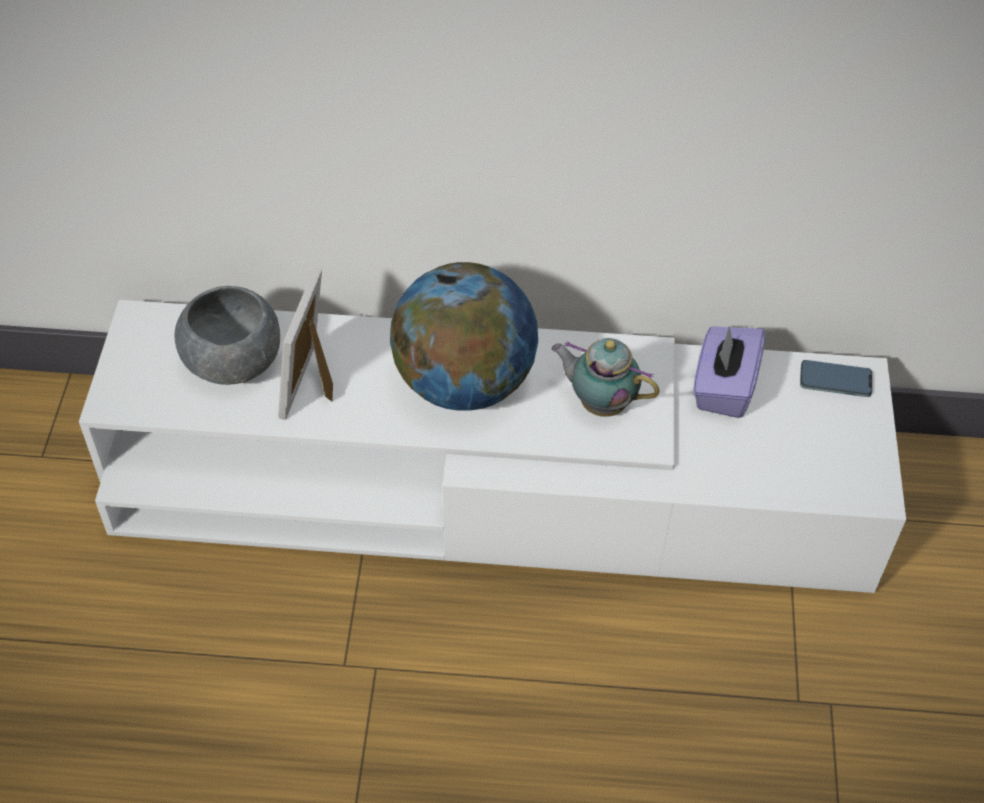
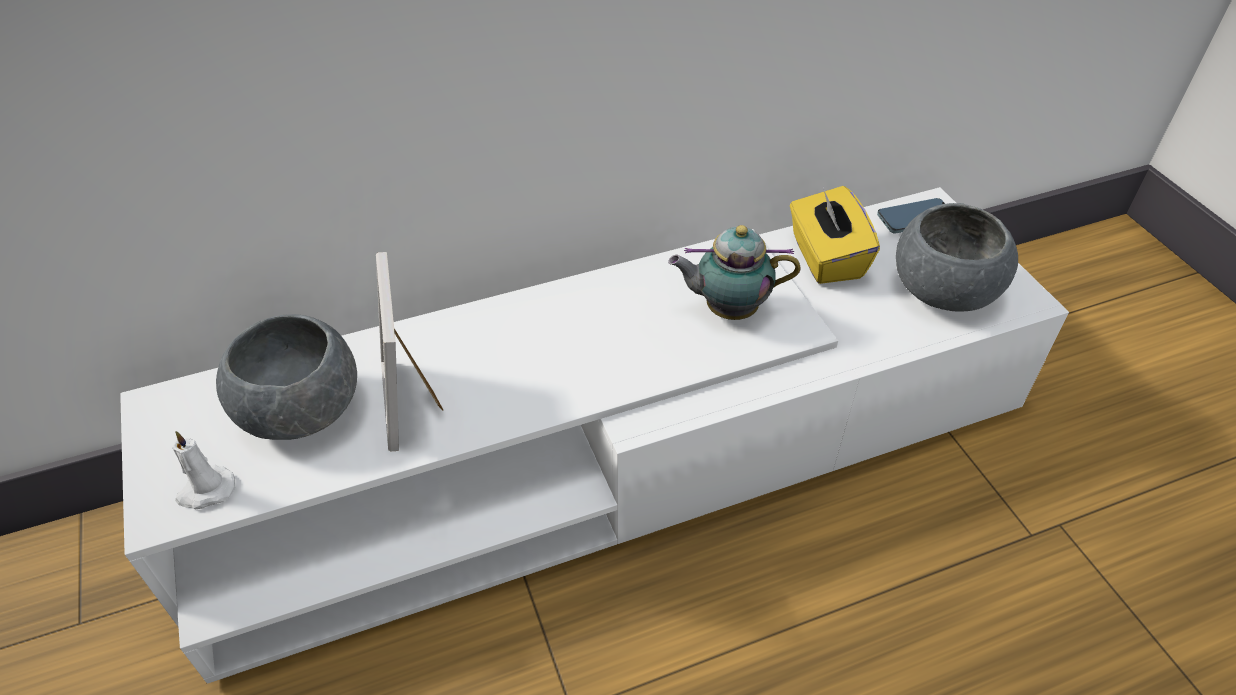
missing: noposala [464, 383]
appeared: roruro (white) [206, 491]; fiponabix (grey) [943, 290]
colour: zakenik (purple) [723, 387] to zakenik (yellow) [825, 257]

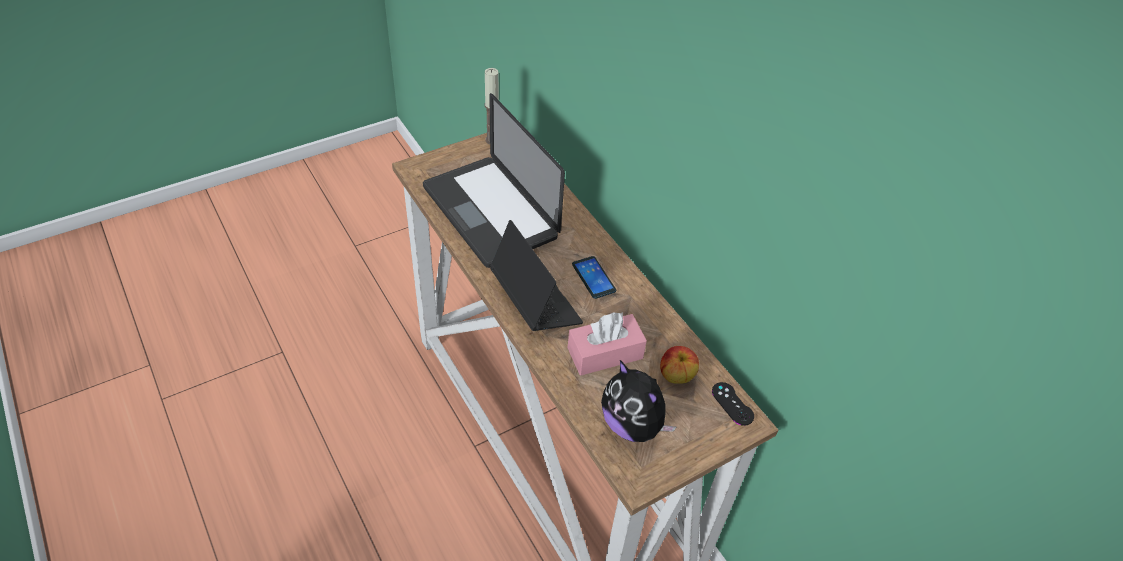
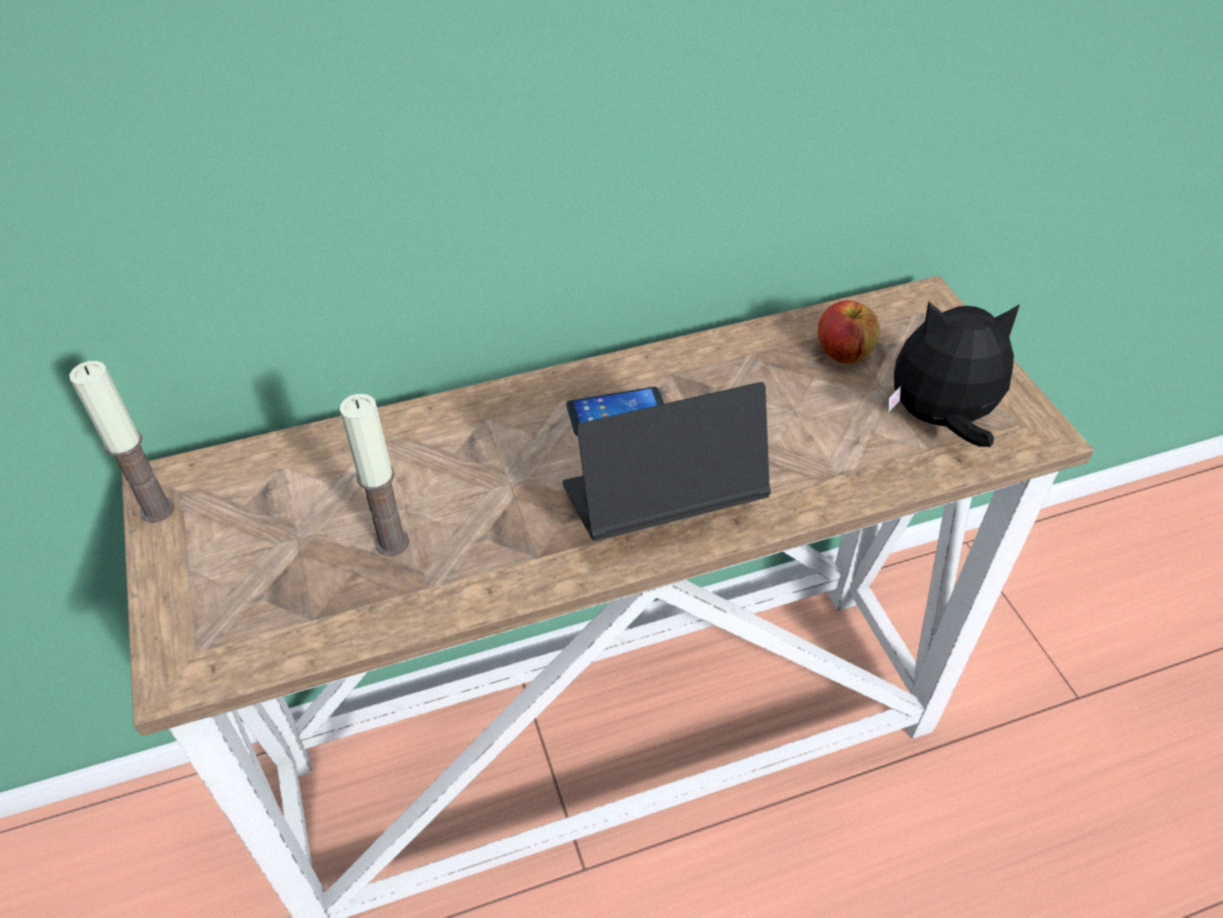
missing: zakenik (pink) [605, 353]; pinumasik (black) [732, 404]
exchanged: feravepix [490, 212] to roruro [392, 542]
spun: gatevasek [633, 425] = [939, 420] 150 degrees counterclockwise

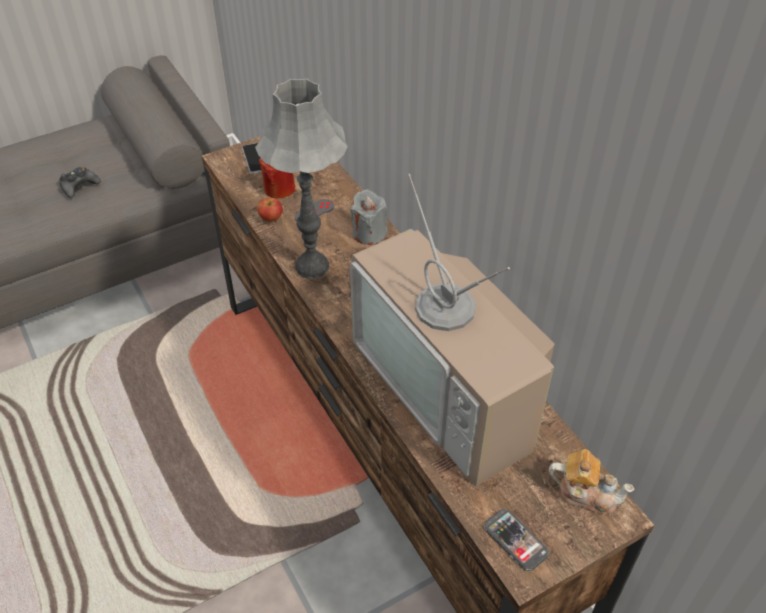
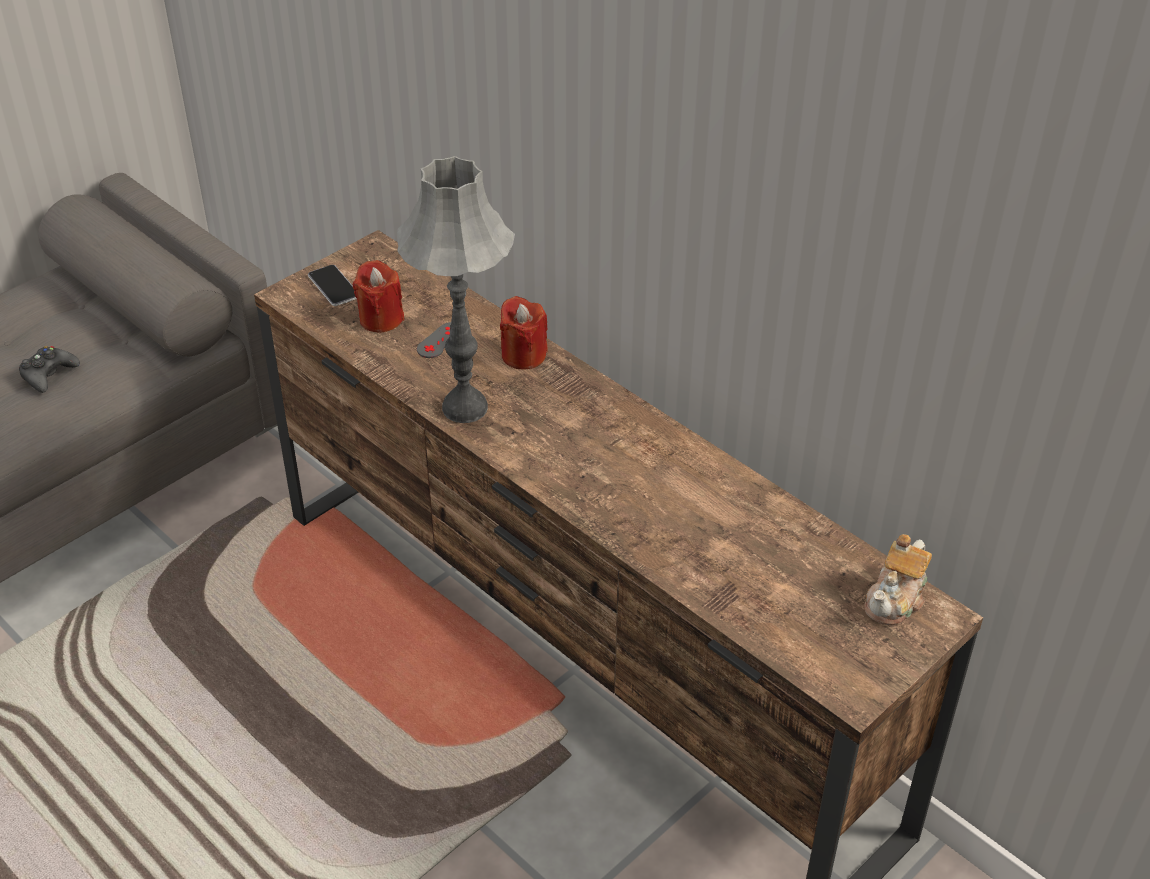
missing: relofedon [271, 218]; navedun [452, 388]; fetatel [515, 540]
colour: roruro (grey) [369, 233] to roruro (red) [523, 355]
spun: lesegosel [586, 493] = [896, 600] 120 degrees clockwise

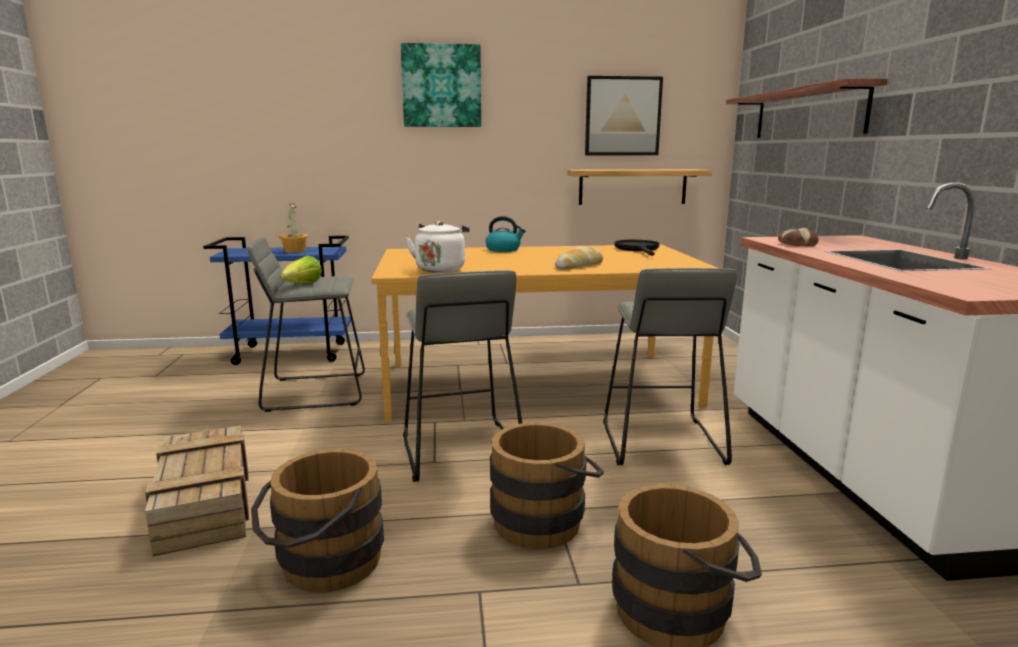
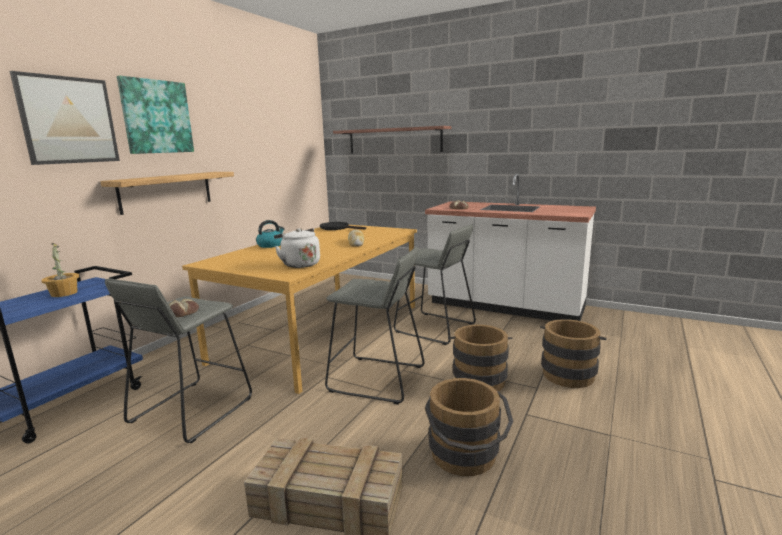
relocated: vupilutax [632, 186] to [166, 191]; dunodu [622, 116] to [68, 120]
exchanged: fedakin [302, 285] to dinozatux [183, 312]

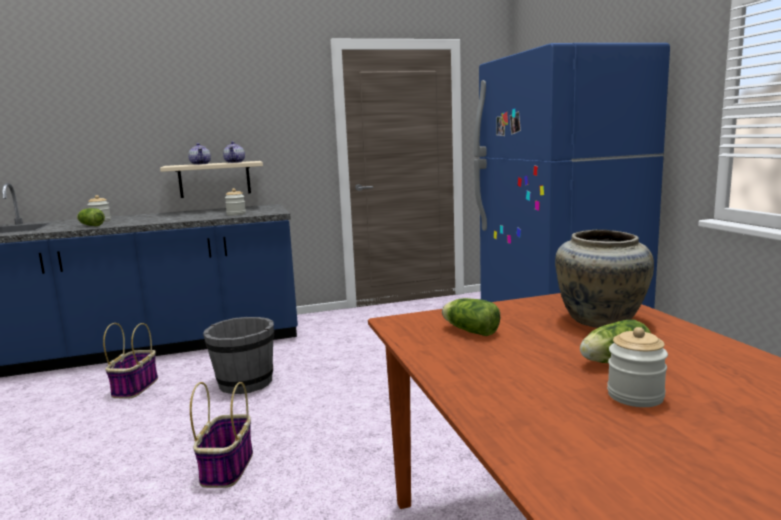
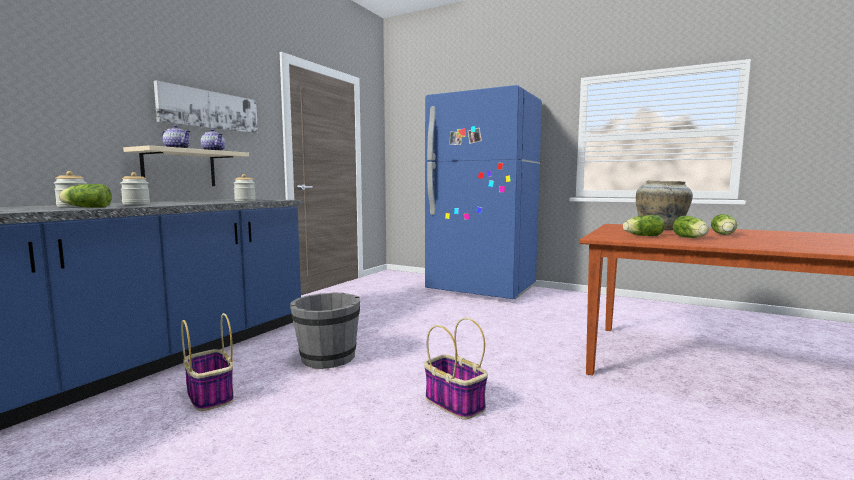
appeared: dunodu [209, 110]; fedakin [691, 238]
relocated: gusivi [635, 396] to [136, 204]

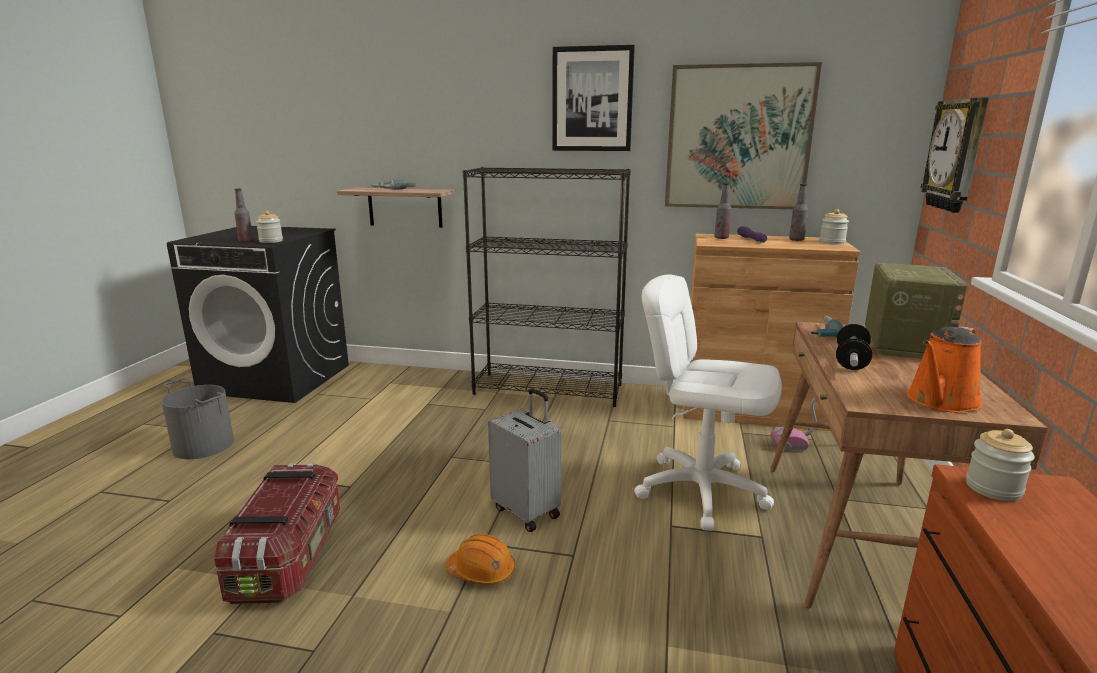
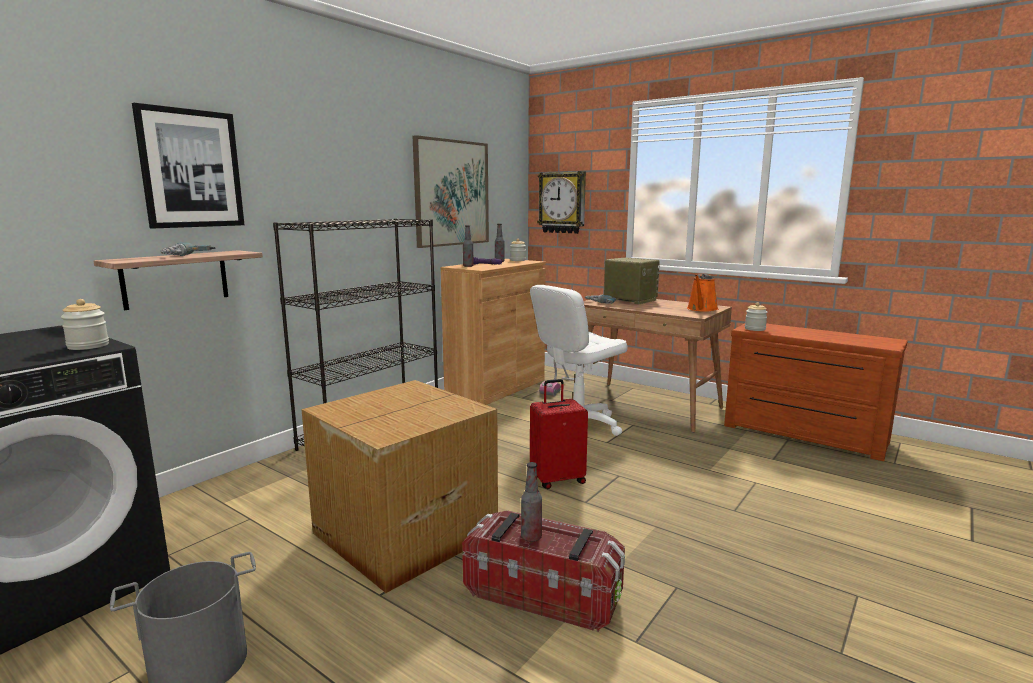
missing: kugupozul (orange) [482, 571]; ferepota [851, 361]
appeared: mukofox [402, 533]
relocated: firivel [246, 241] to [531, 537]; dunodu [592, 99] to [191, 169]
colour: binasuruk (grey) [527, 511] to binasuruk (red) [557, 479]
spun: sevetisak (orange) [940, 402] = [701, 309] 45 degrees clockwise

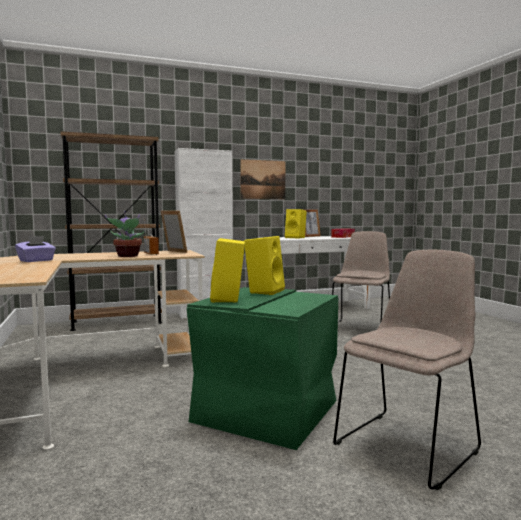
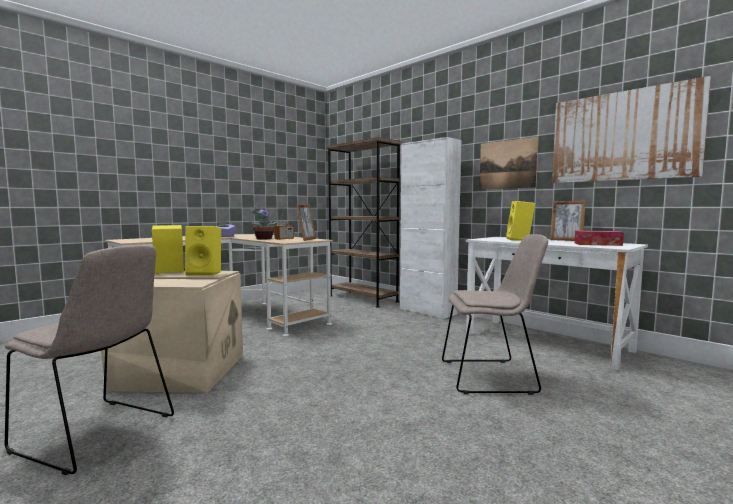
appeared: dunodu [622, 136]
colour: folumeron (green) [268, 410] to folumeron (beige) [182, 372]

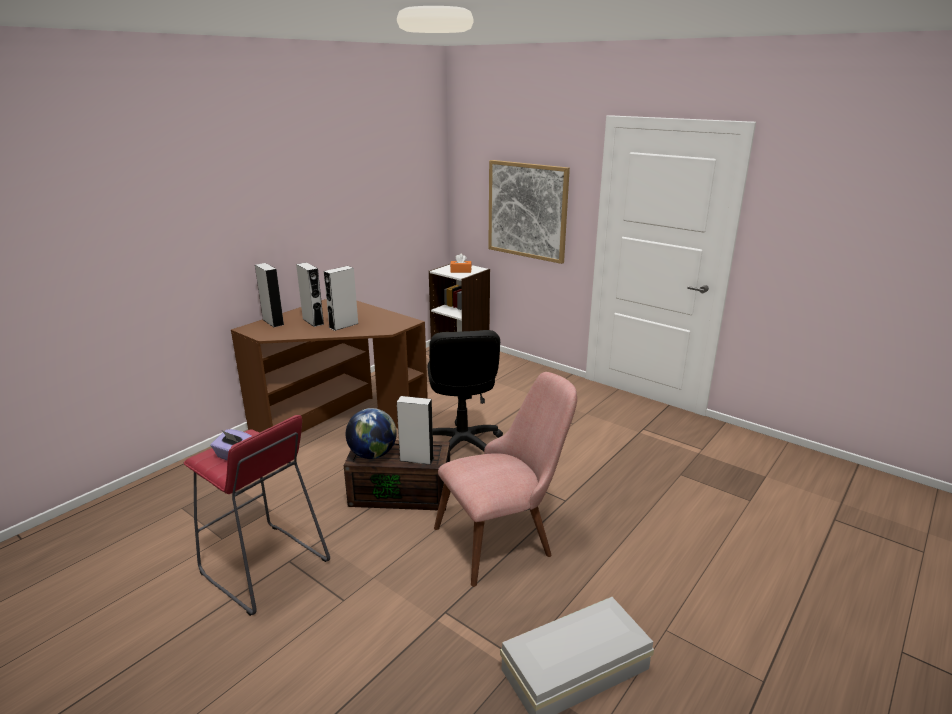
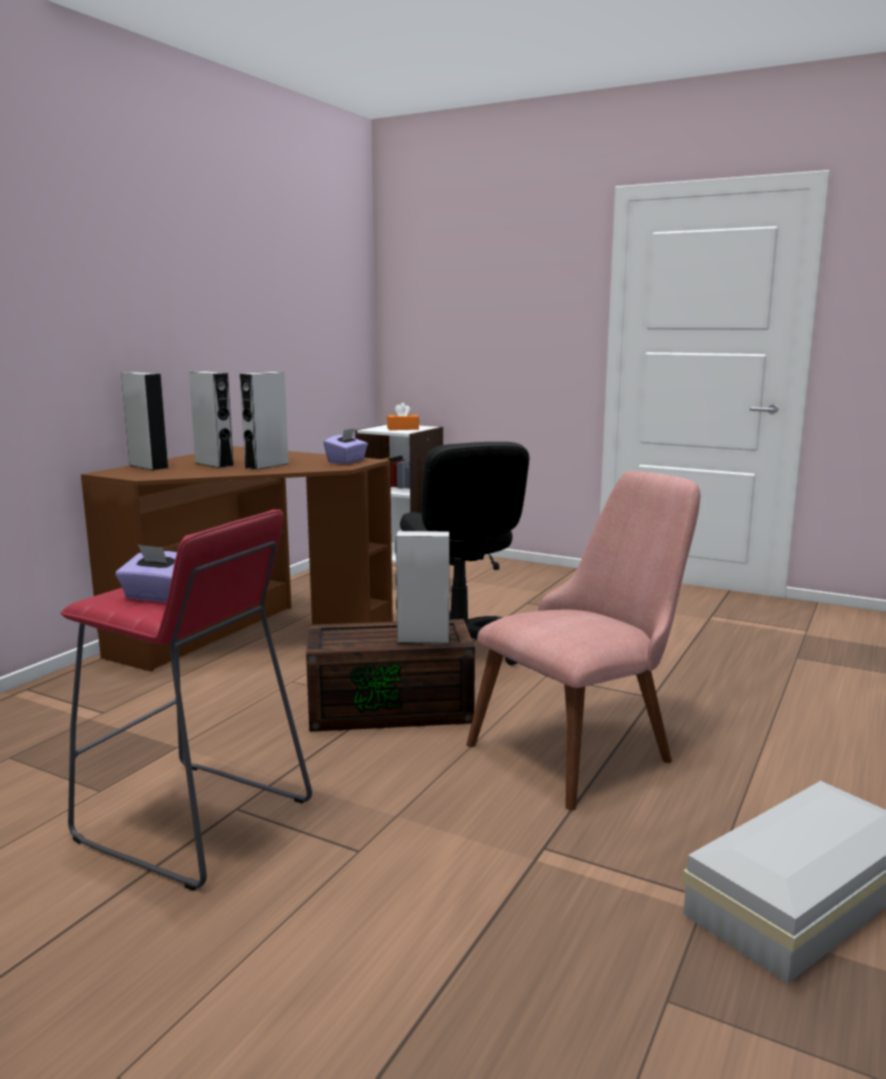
missing: noposala [372, 454]; dunodu [527, 210]
appeared: zakenik (purple) [346, 461]

